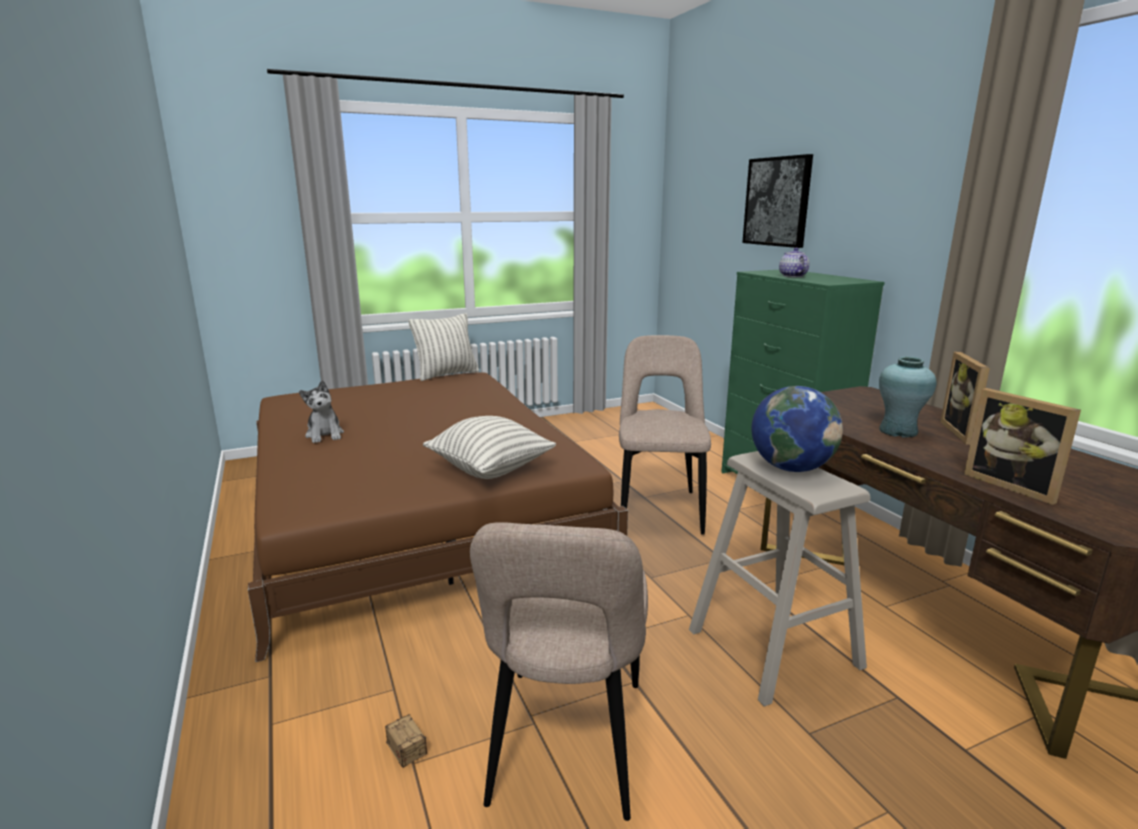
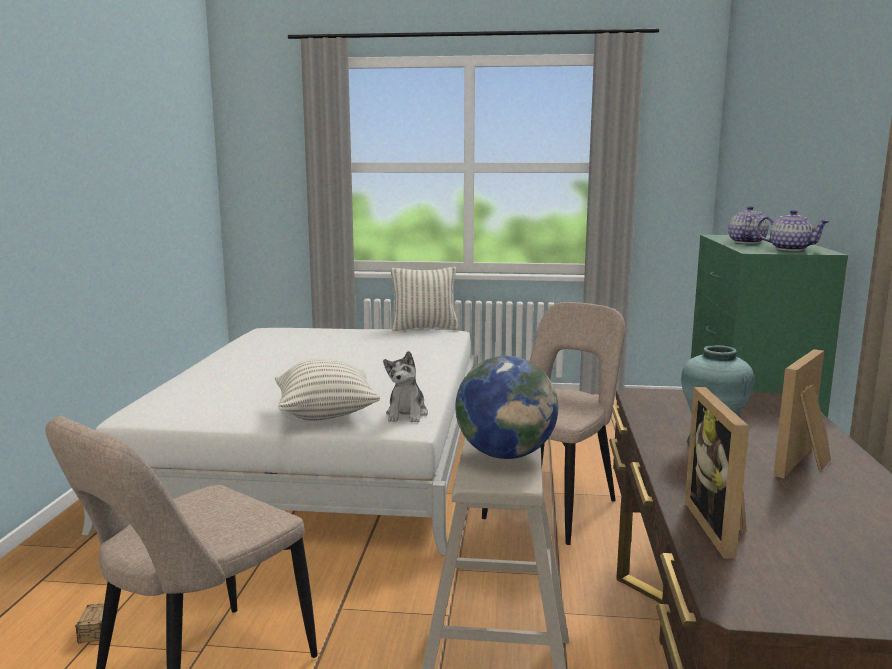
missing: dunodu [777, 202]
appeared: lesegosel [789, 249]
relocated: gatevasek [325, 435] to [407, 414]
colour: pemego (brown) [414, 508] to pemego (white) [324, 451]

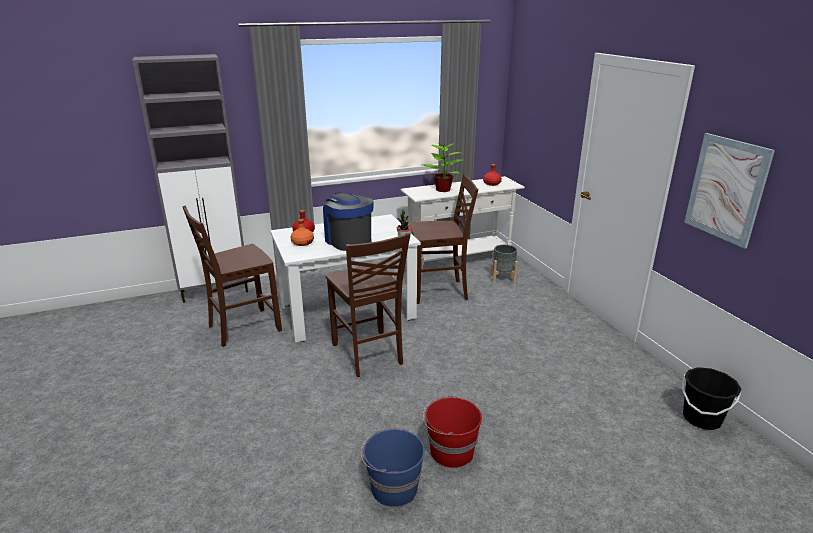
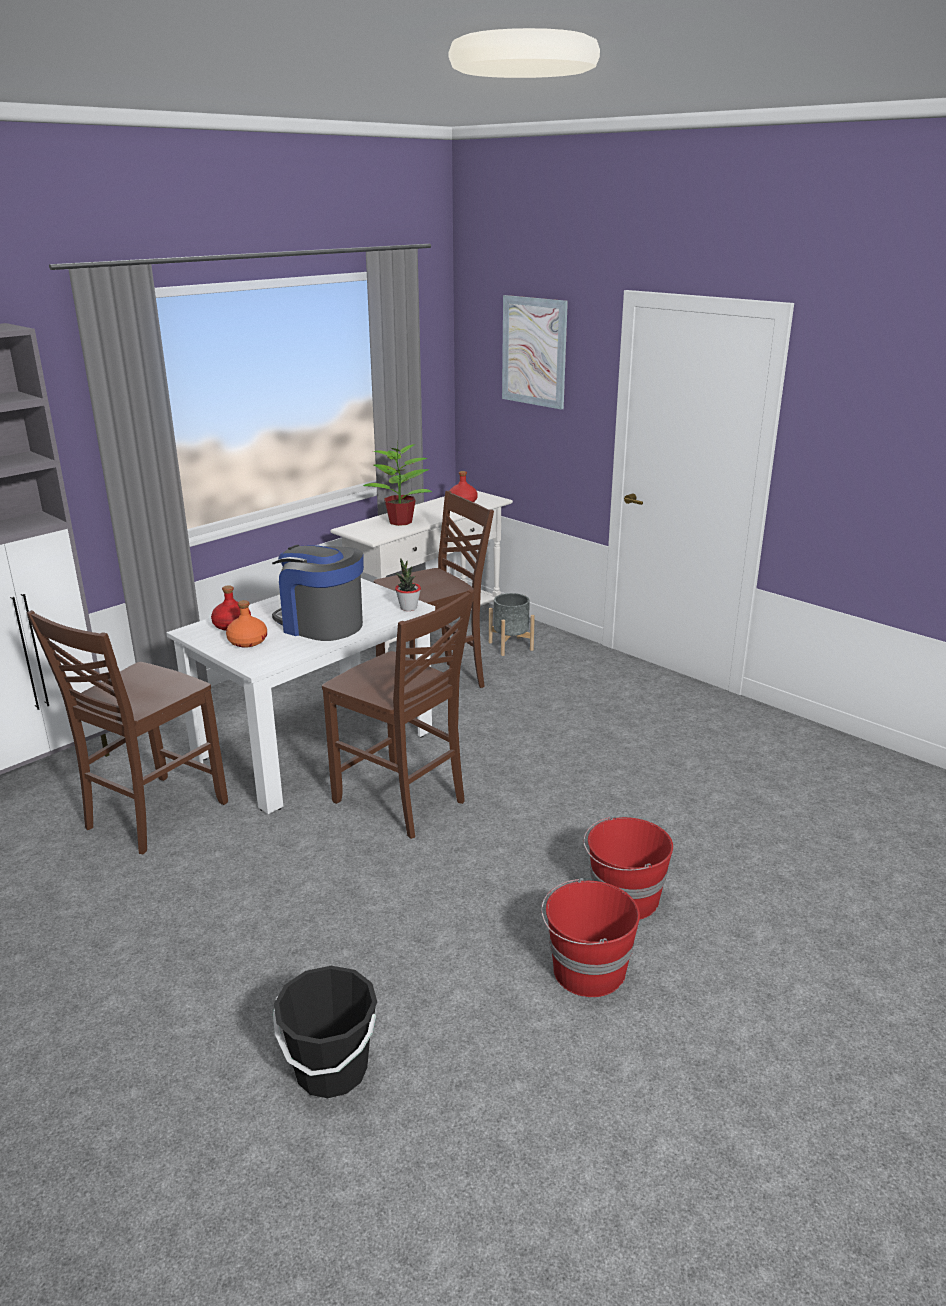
relocated: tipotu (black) [701, 418] to [331, 1070]; dunodu [726, 189] to [534, 351]
colour: tipotu (blue) [393, 488] to tipotu (red) [587, 971]

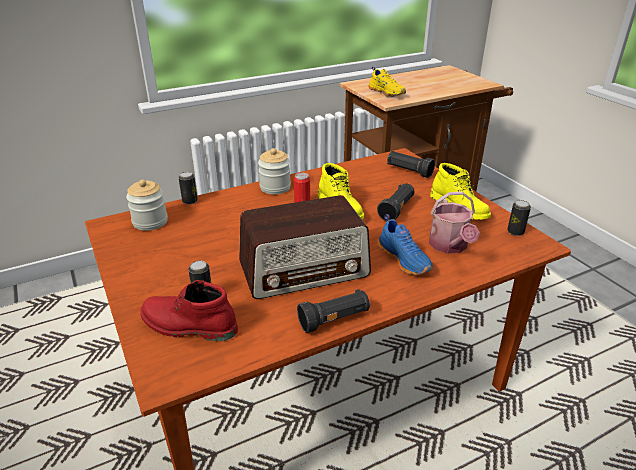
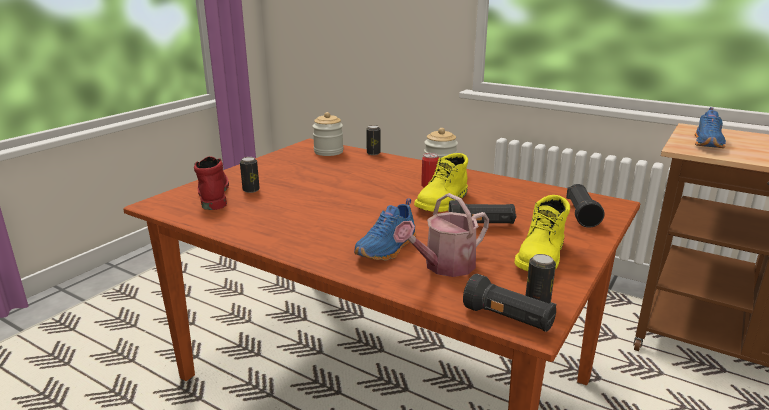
missing: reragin [304, 270]
relocated: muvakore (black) [334, 320] to [508, 319]
colour: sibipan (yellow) [387, 92] to sibipan (blue) [708, 143]

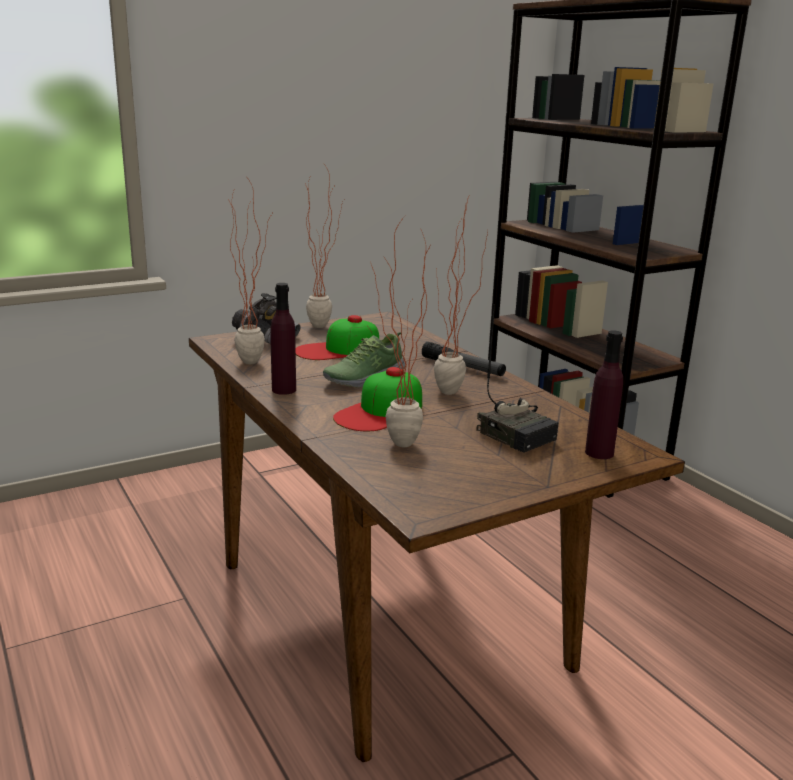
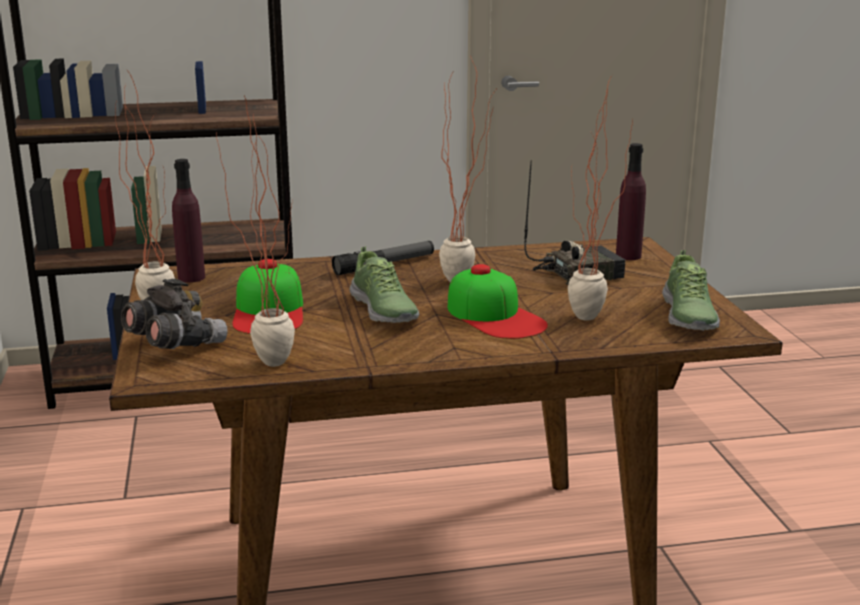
appeared: sibipan [687, 316]
relocated: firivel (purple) [284, 390] to [191, 277]

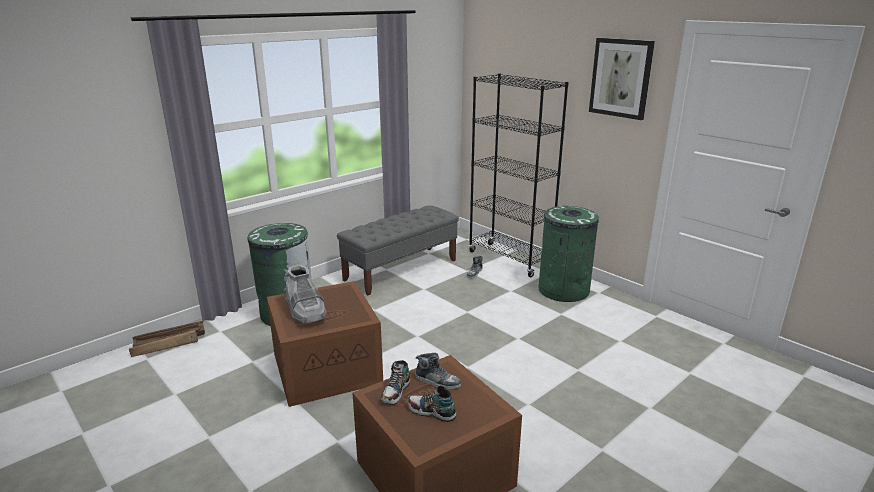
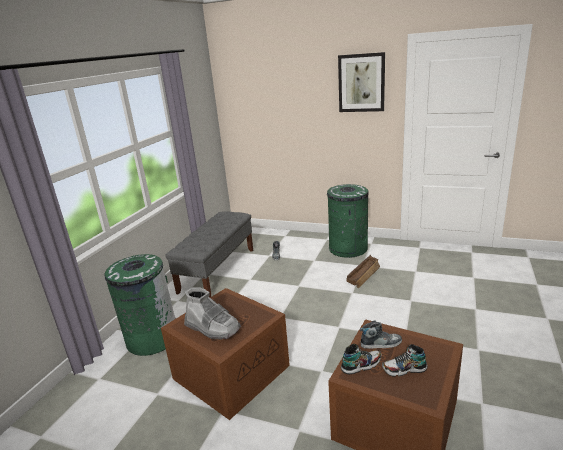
missing: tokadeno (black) [509, 260]
relocated: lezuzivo [169, 343] to [364, 274]
spun: sibipan [396, 392] = [361, 365] 105 degrees counterclockwise

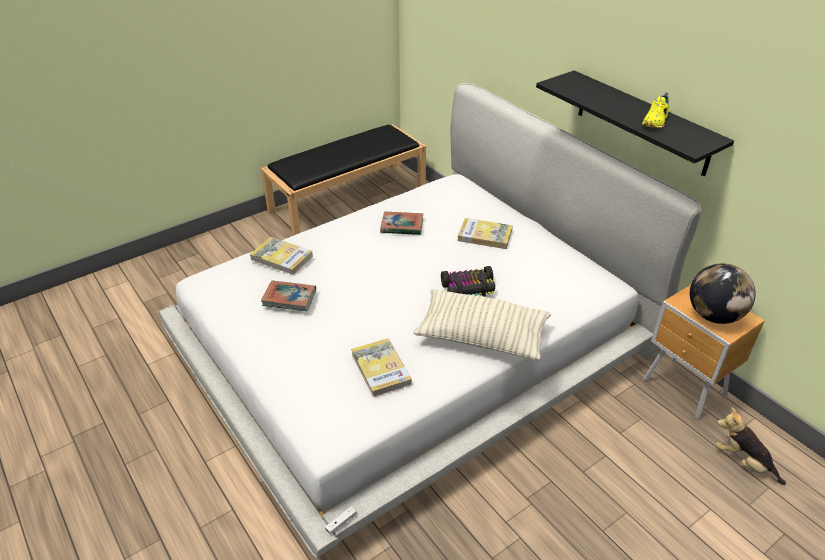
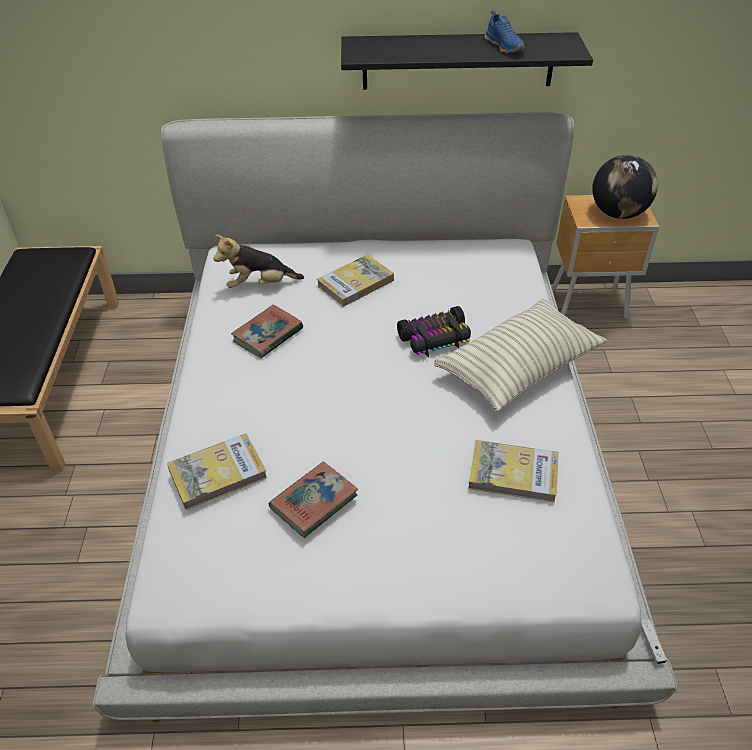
relocated: gatevasek [743, 462] to [259, 285]
colour: sibipan (yellow) [655, 122] to sibipan (blue) [505, 46]
spun: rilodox [468, 289] = [435, 339] 45 degrees clockwise

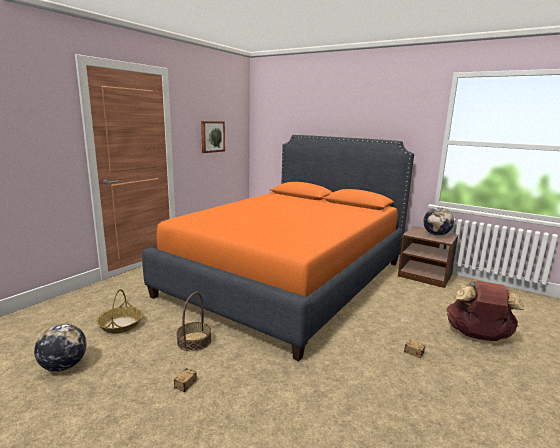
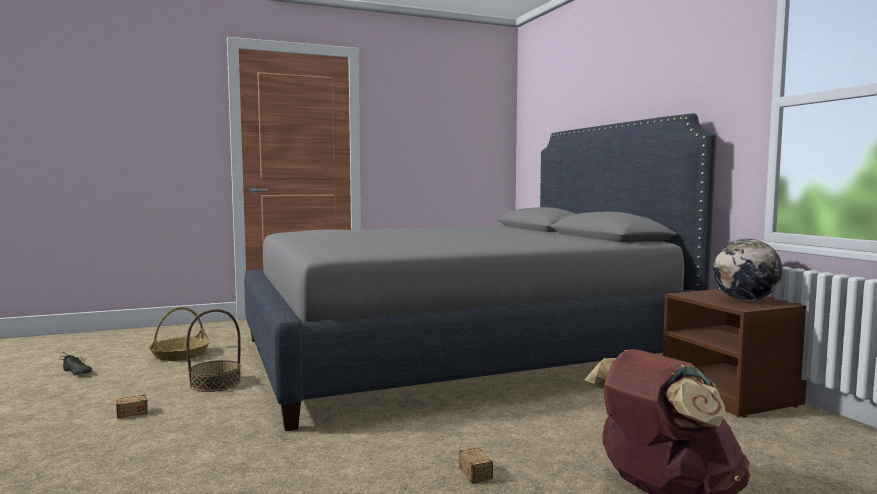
missing: dunodu [212, 136]
exchanged: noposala [64, 366] to sibipan (grey) [75, 372]
colour: pemego (orange) [289, 278] to pemego (grey) [457, 354]

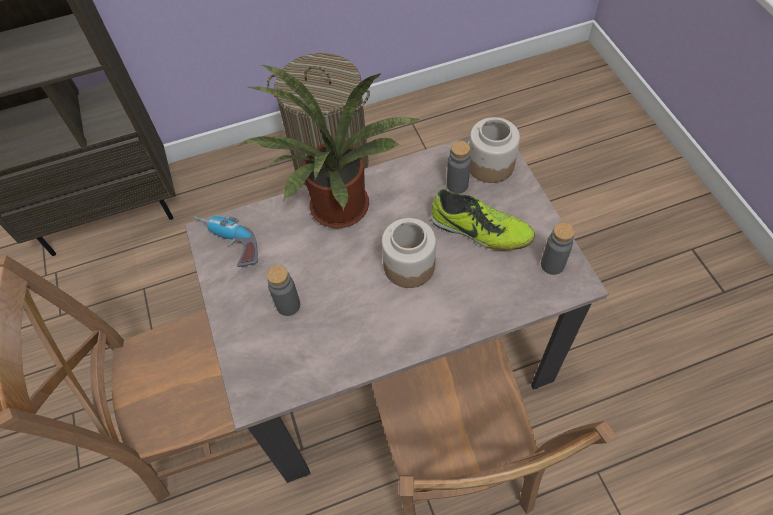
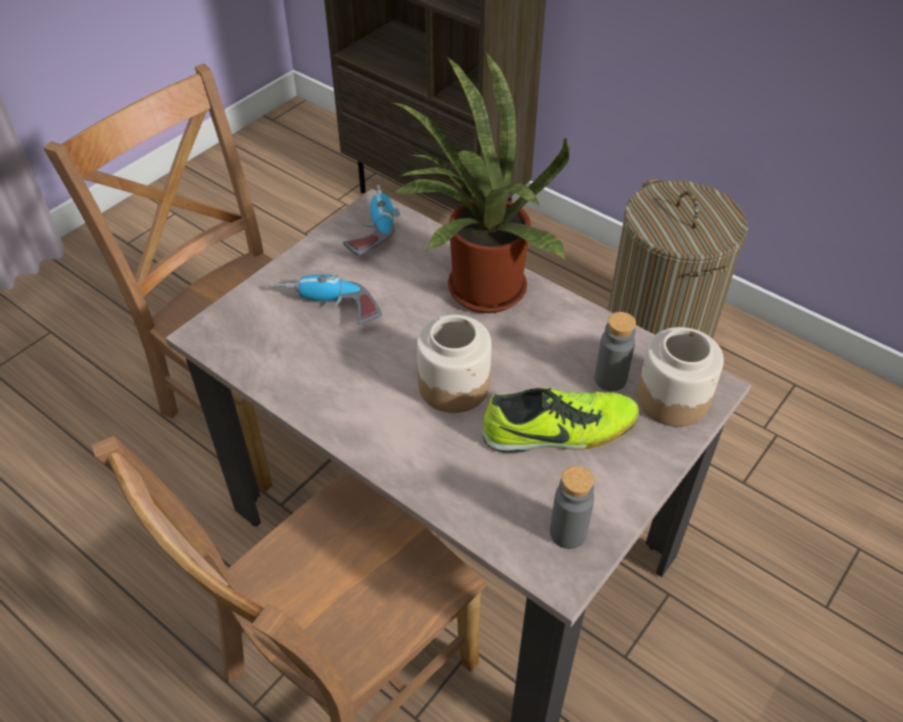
exchanged: firivel (grey) [288, 305] to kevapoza [329, 308]
spun: sibipan [480, 230] = [559, 432] 90 degrees counterclockwise

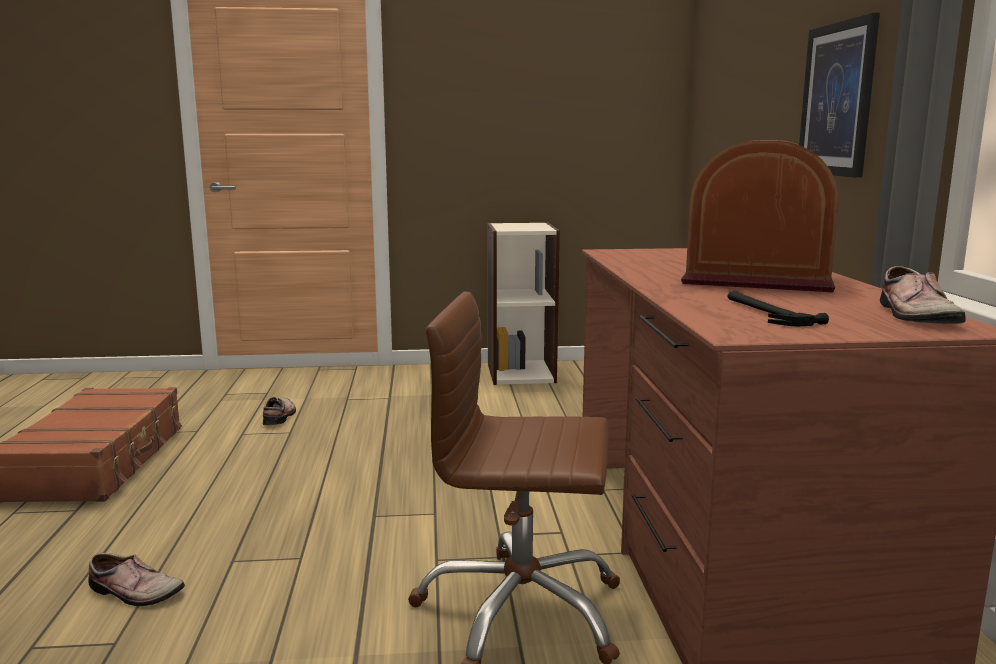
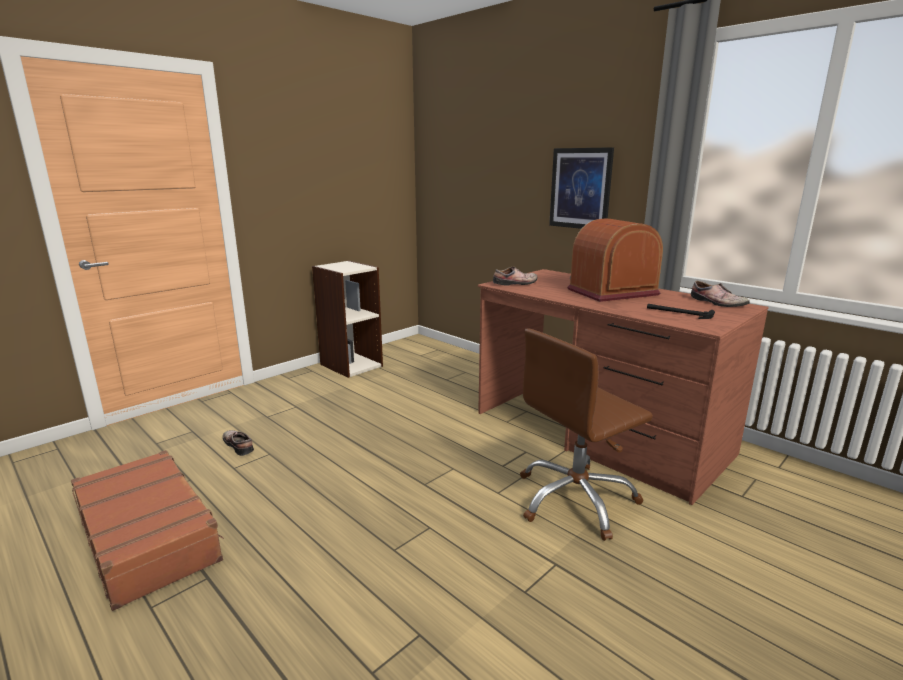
relocated: sibipan [133, 593] to [516, 283]

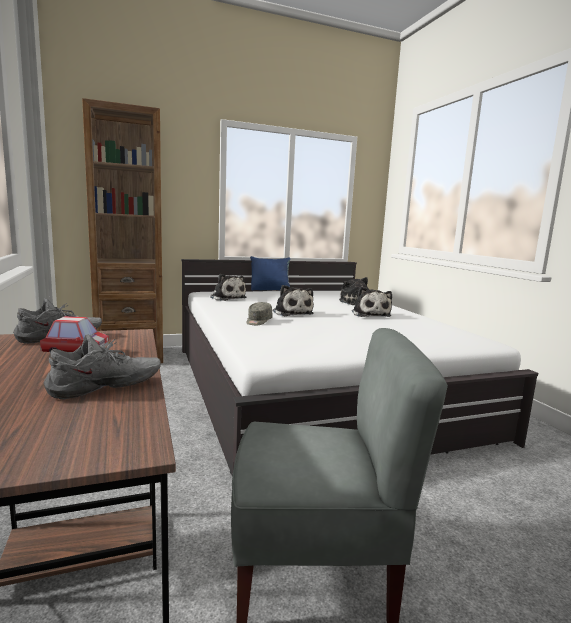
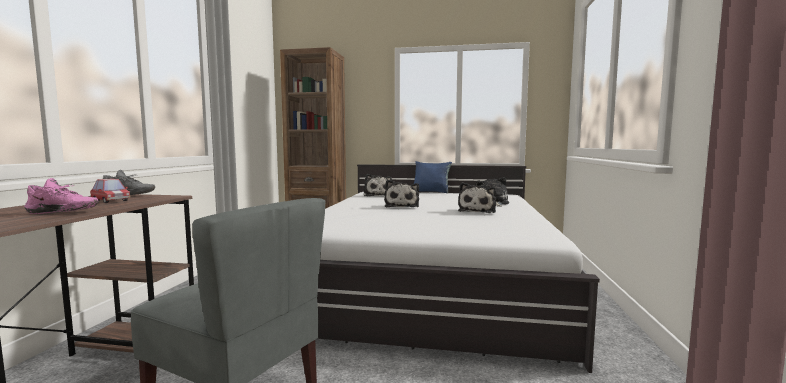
missing: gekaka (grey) [258, 321]
colour: sibipan (grey) [106, 389] to sibipan (pink) [61, 213]

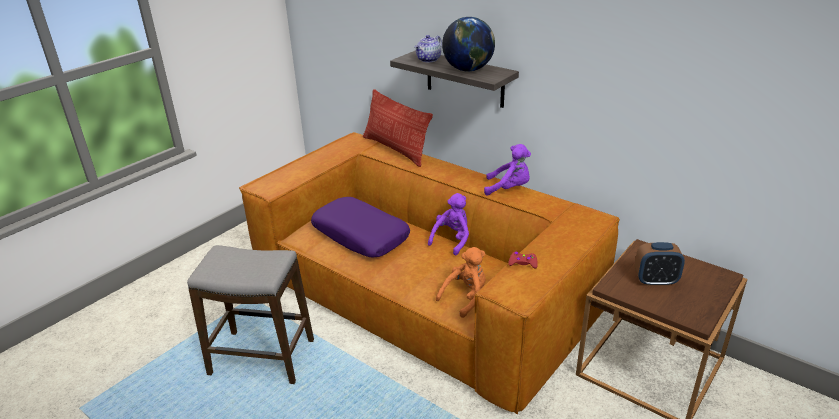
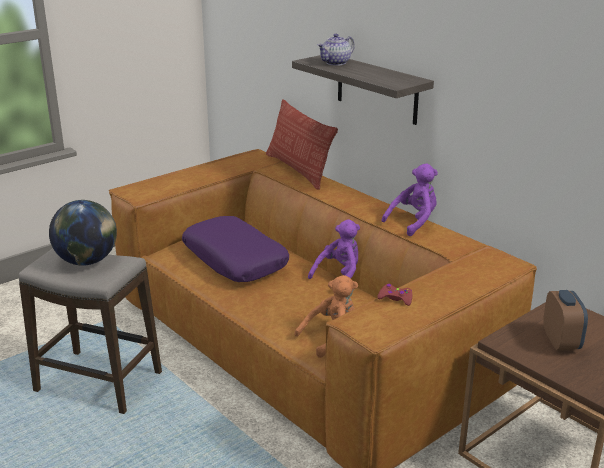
relocated: noposala [468, 70] to [87, 262]
spun: gatevasek (purple) [509, 189] = [413, 222] 60 degrees counterclockwise; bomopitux [655, 281] = [561, 342] 105 degrees counterclockwise

